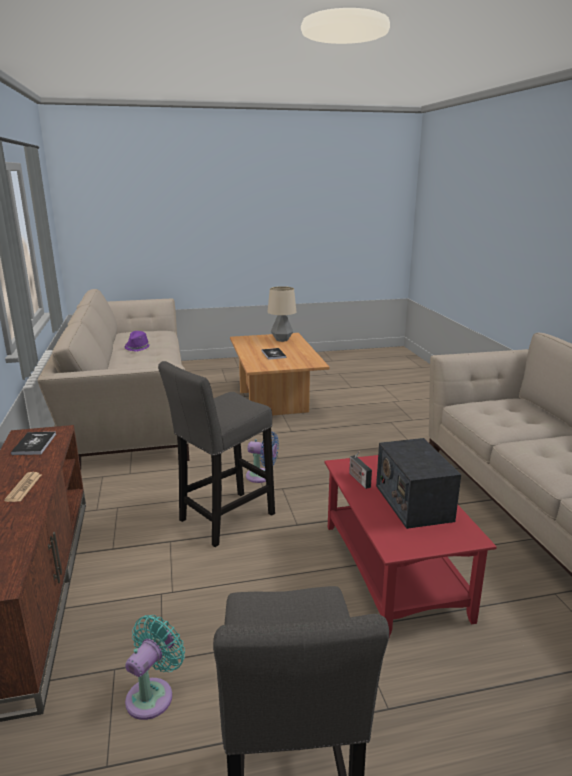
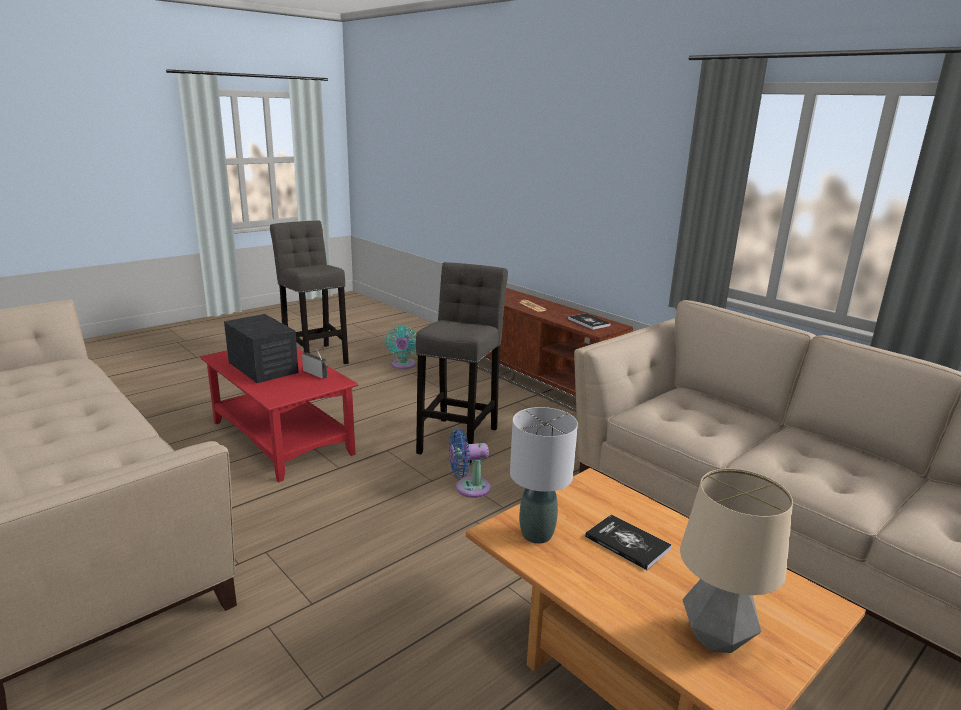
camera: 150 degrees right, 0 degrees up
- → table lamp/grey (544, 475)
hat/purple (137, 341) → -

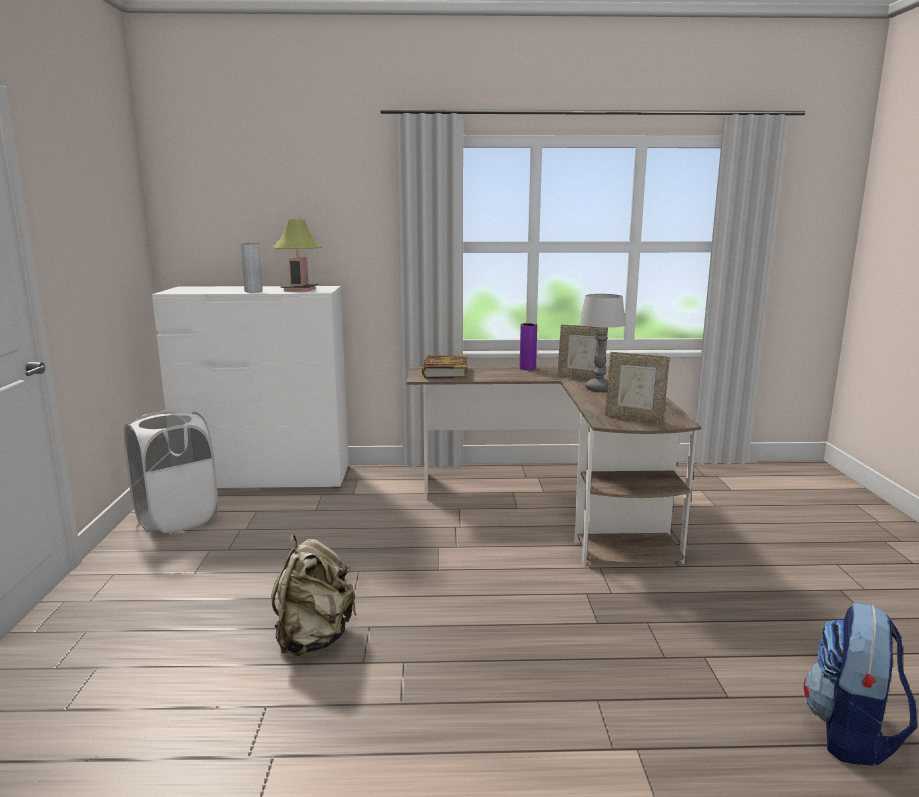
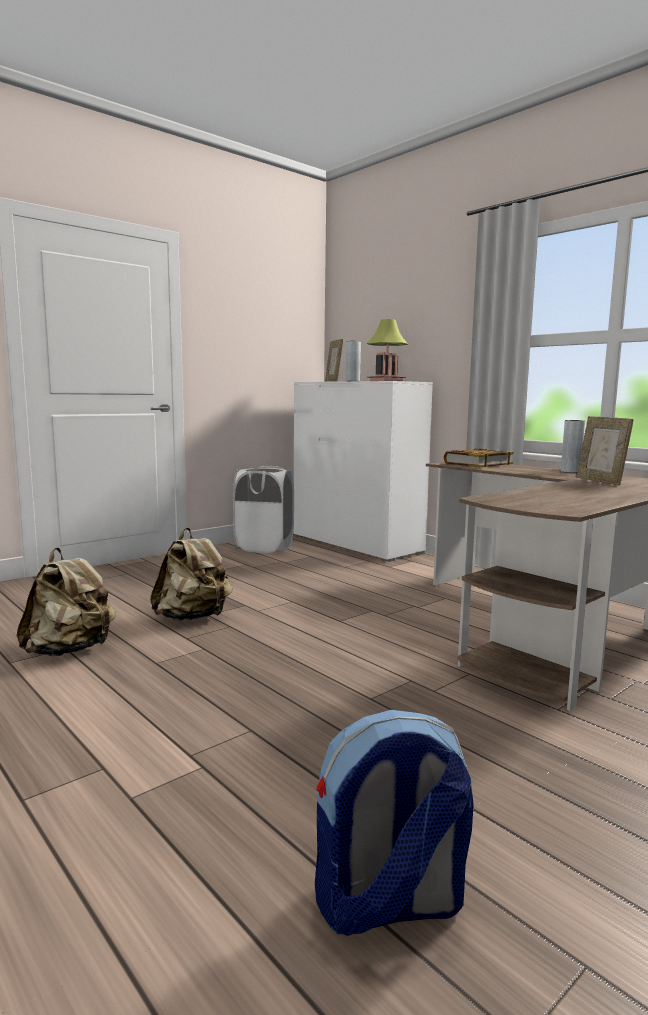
camera: 50 degrees right, 5 degrees down
- → backpack/beige (66, 602)
picture frame (637, 387) → picture frame (334, 360), moved
vase/purple (528, 346) → vase/grey (573, 446)
table lamp (602, 342) → -

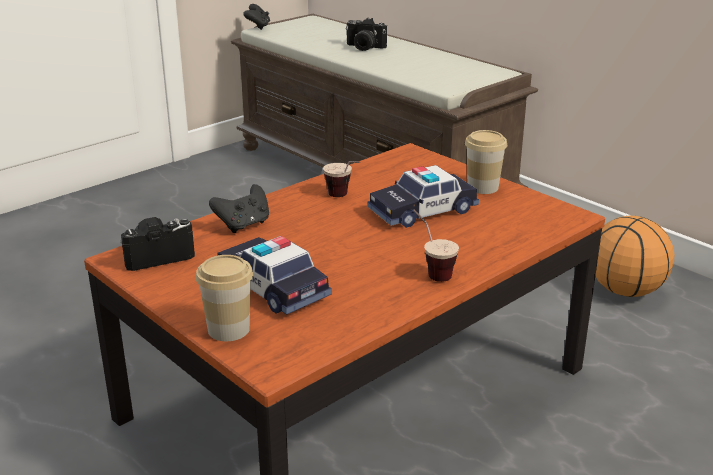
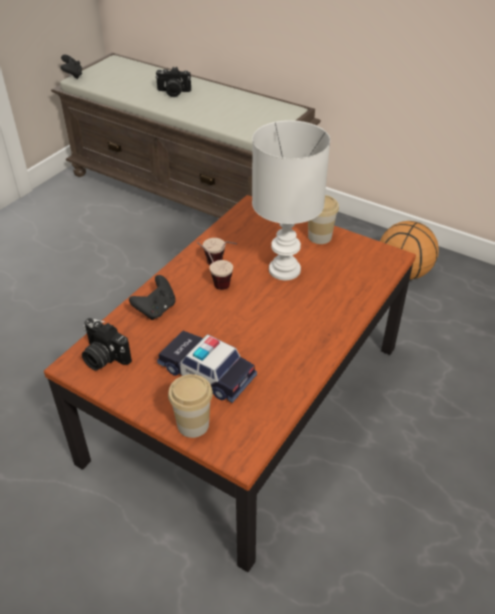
camera: 15 degrees left, 15 degrees up
photo camera (157, 244) → photo camera (107, 344), 105 degrees counterclockwise
cup (436, 246) → cup (215, 266), moved
toy car (423, 196) → table lamp/white (291, 200)

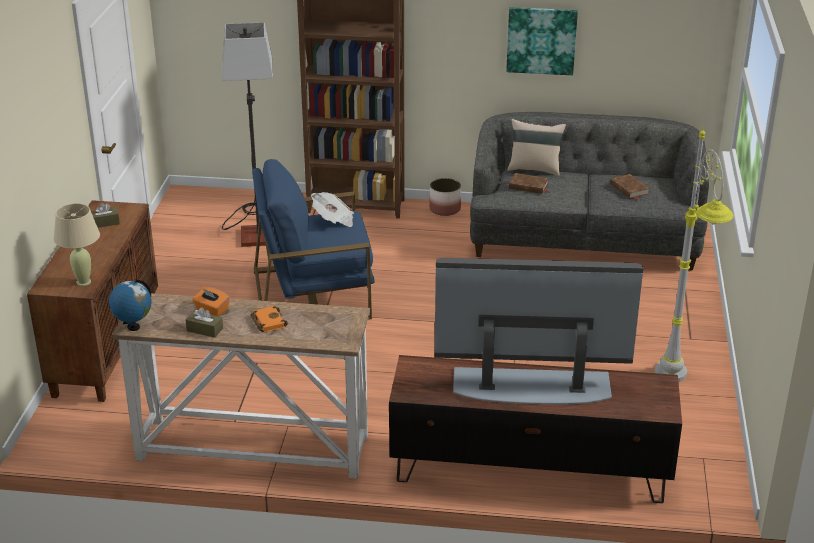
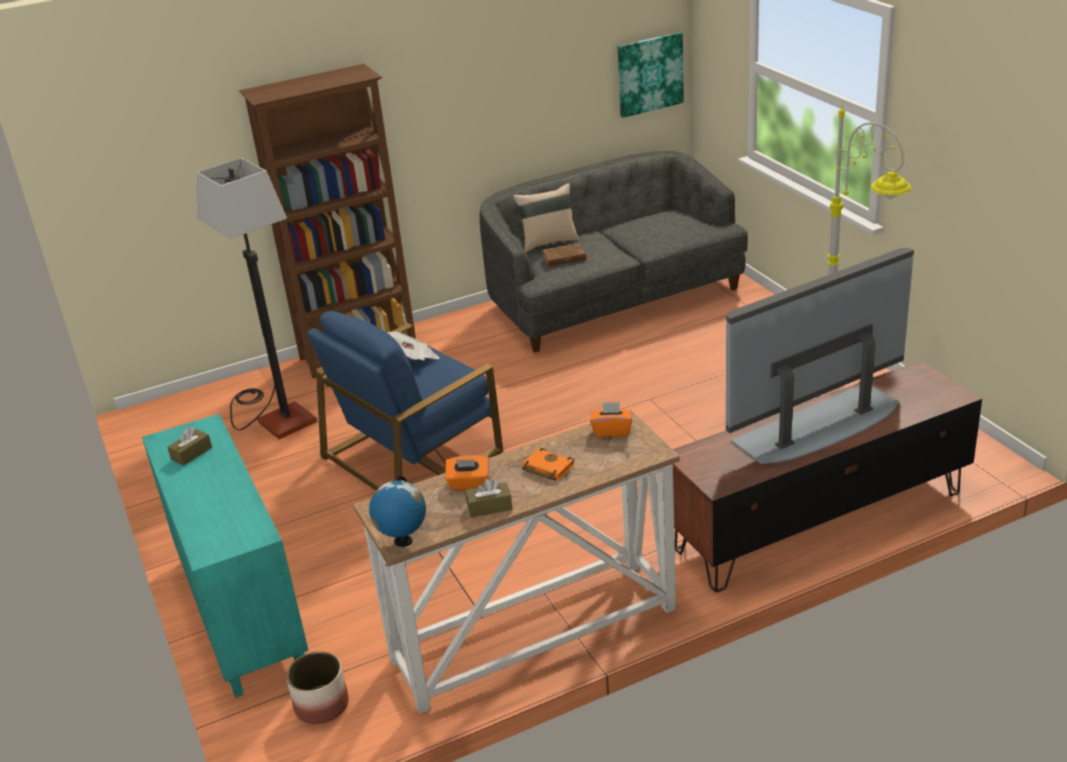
camera: 30 degrees left, 0 degrees up
cabinet/brown (92, 301) → cabinet/turquoise (225, 556)
planter (445, 197) → planter (317, 687), moved
- → tissue box/orange (611, 419)
picture (542, 41) → picture (651, 75), moved
table lamp/beige (76, 244) → -
book/brown (630, 187) → -

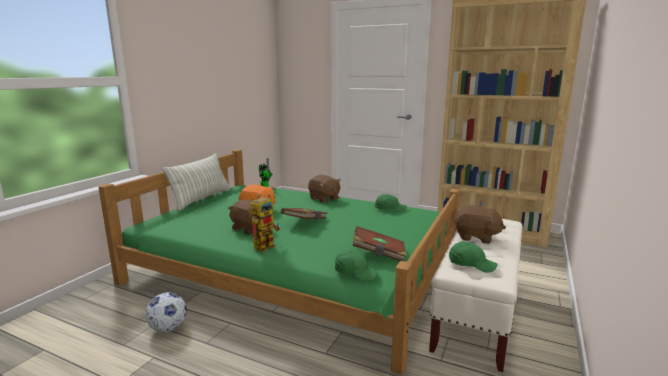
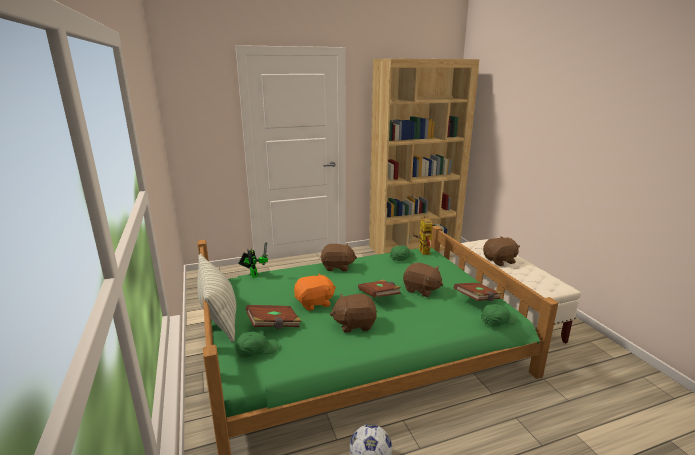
camera: 45 degrees left, 5 degrees up
cap/green (473, 257) → cap/green (257, 344), moved
- → book/brown (273, 317)
- → plush toy/brown (423, 280)
toy robot (265, 223) → toy robot (423, 235), moved

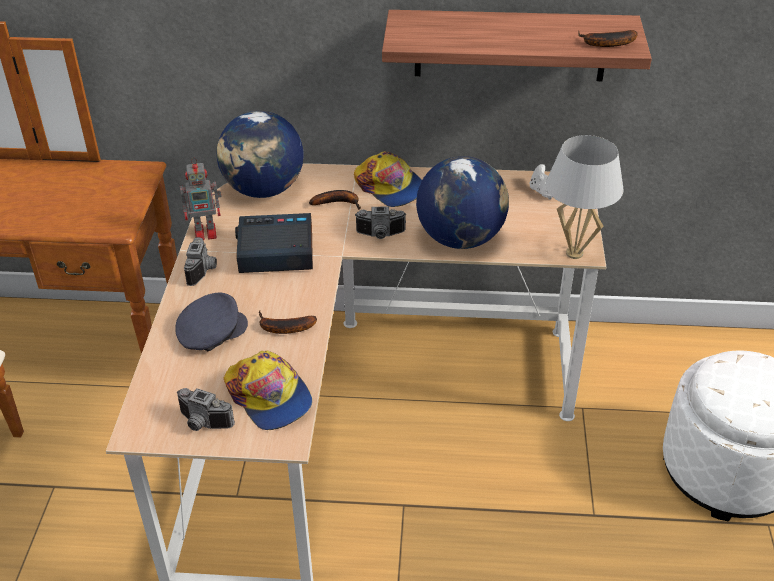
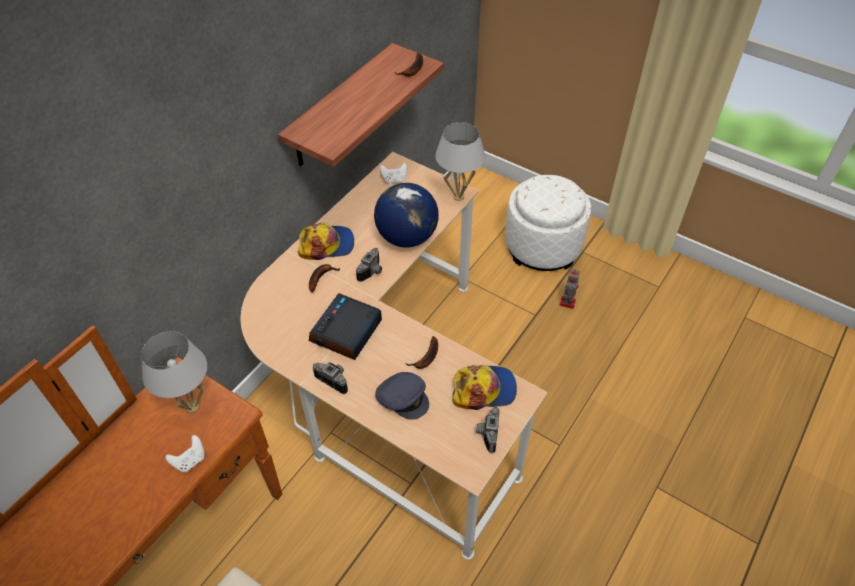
camera: 60 degrees left, 10 degrees up
- → table lamp/white (174, 372)
- → game controller/white (185, 453)
cap/grey (211, 322) → cap/grey (402, 396), 135 degrees clockwise
photo camera (206, 409) → photo camera (488, 429), 135 degrees clockwise
toy robot (200, 199) → toy robot (570, 288), moved
globe (260, 154) → -

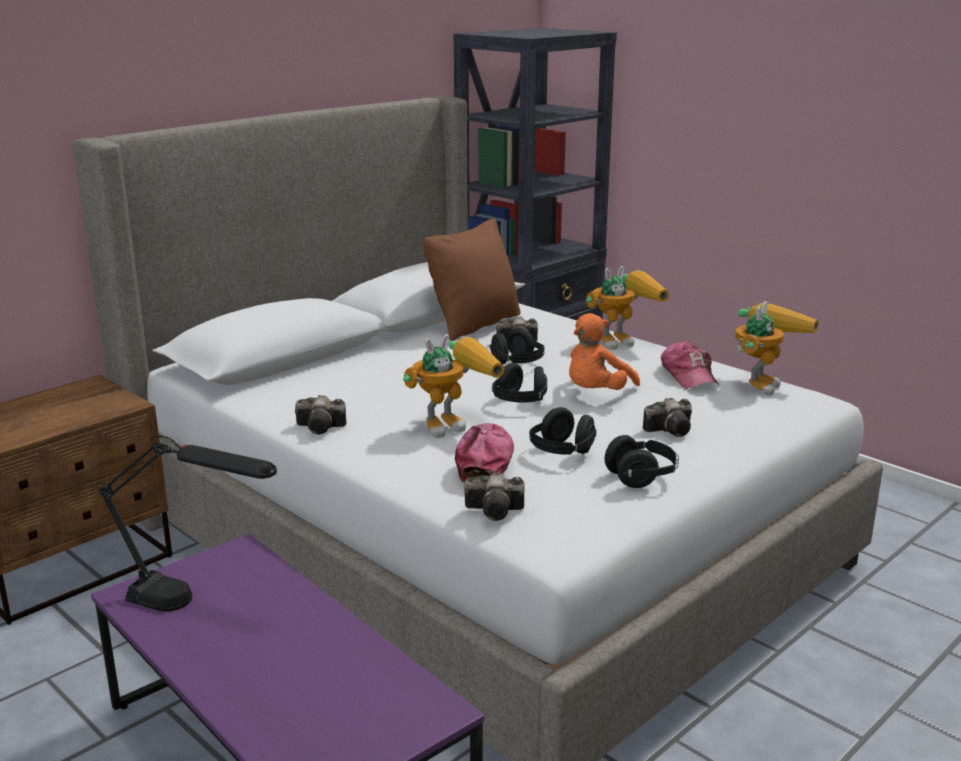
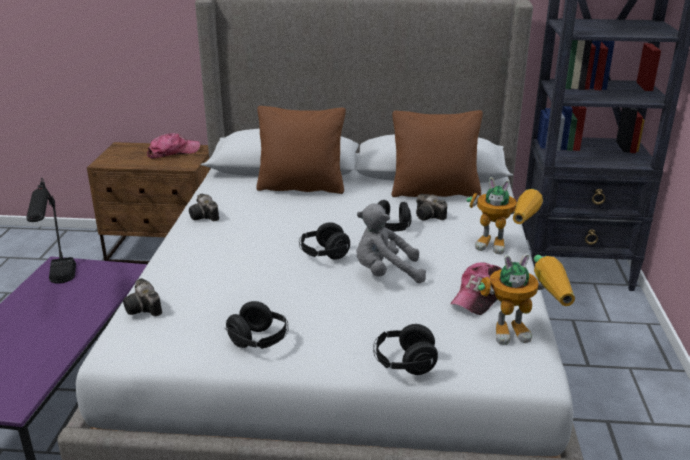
camera: 50 degrees right, 5 degrees up
cap (484, 453) → cap (173, 146), moved
- → pillow/brown (301, 150)
plush toy/orange (604, 351) → plush toy/grey (391, 243)
headphones/black (562, 431) → headphones/black (405, 349), moved
toy robot (454, 386) → -
photo camera (667, 417) → -

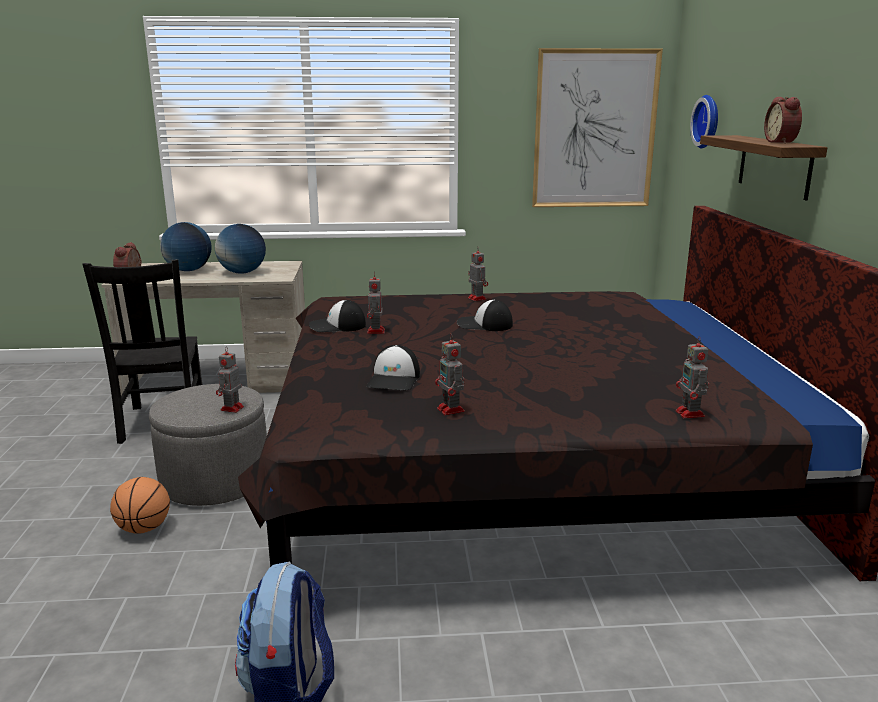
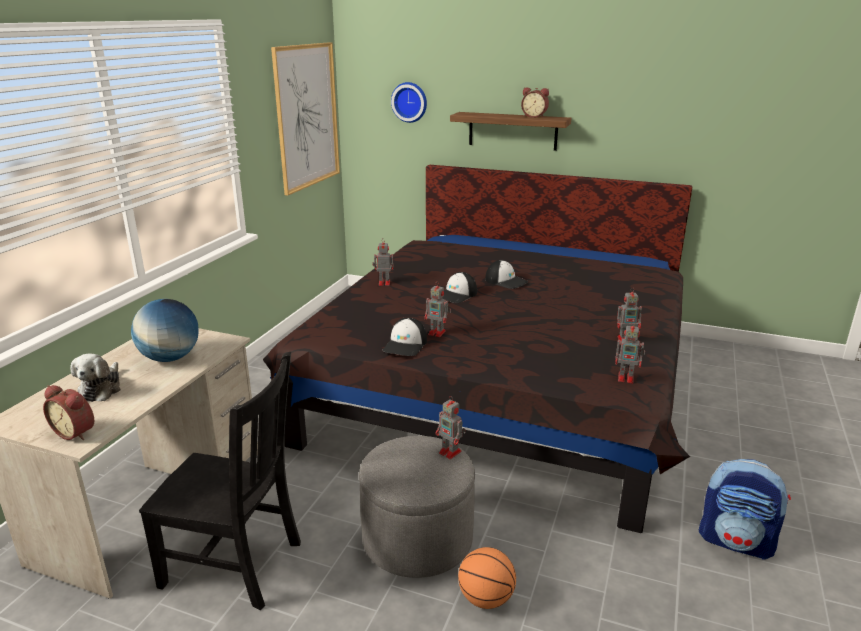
camera: 65 degrees left, 5 degrees up
globe (186, 246) → plush toy (95, 377)
cap (393, 367) → cap (506, 274), moved
toy robot (692, 377) → toy robot (630, 352), moved

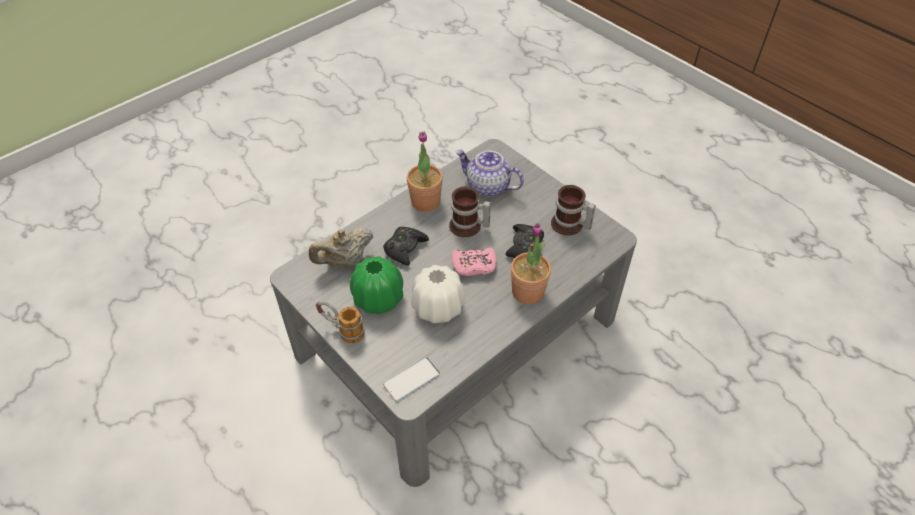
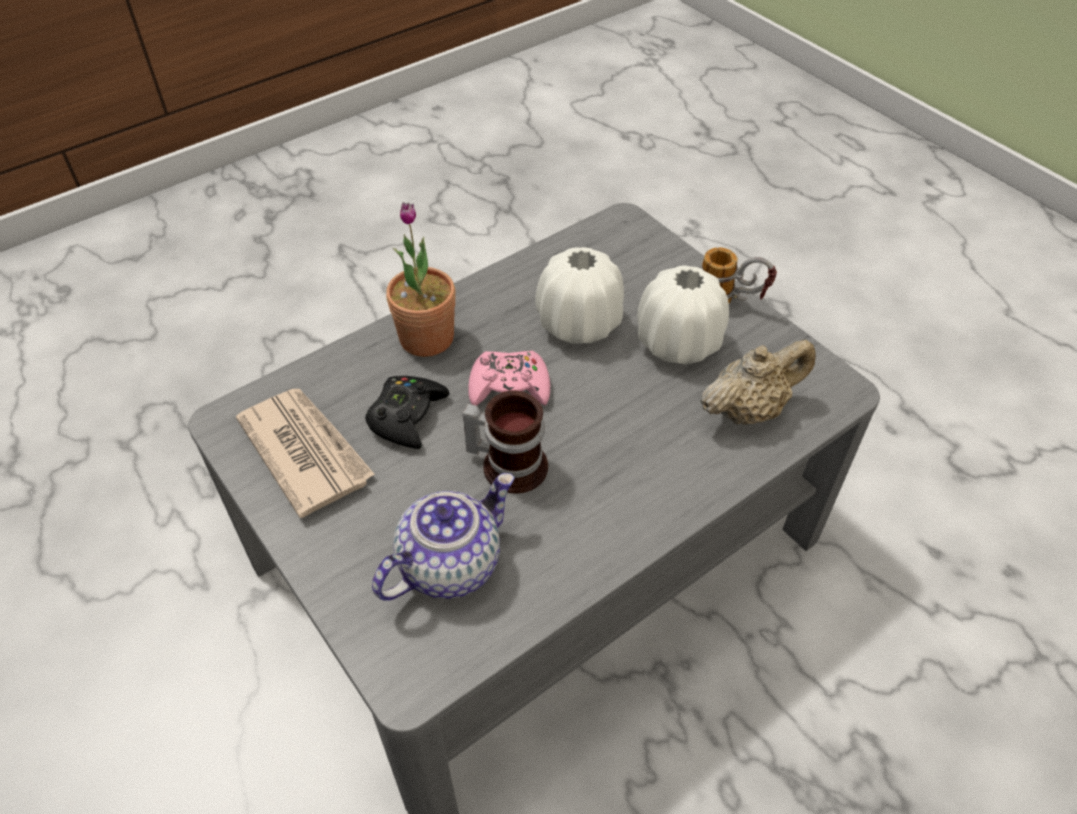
camera: 175 degrees left, 0 degrees up
mug (573, 210) → newspaper (305, 453)
teapot (490, 173) → teapot (443, 537), 75 degrees counterclockwise
vase/green (376, 285) → vase/white (683, 315)
game controller/black (406, 246) → -
phone (411, 379) → -
potted plant (425, 171) → -

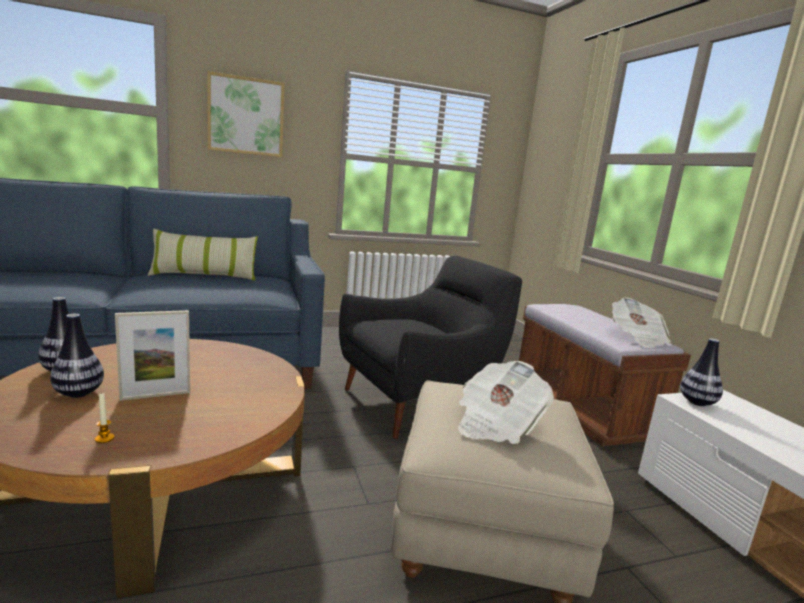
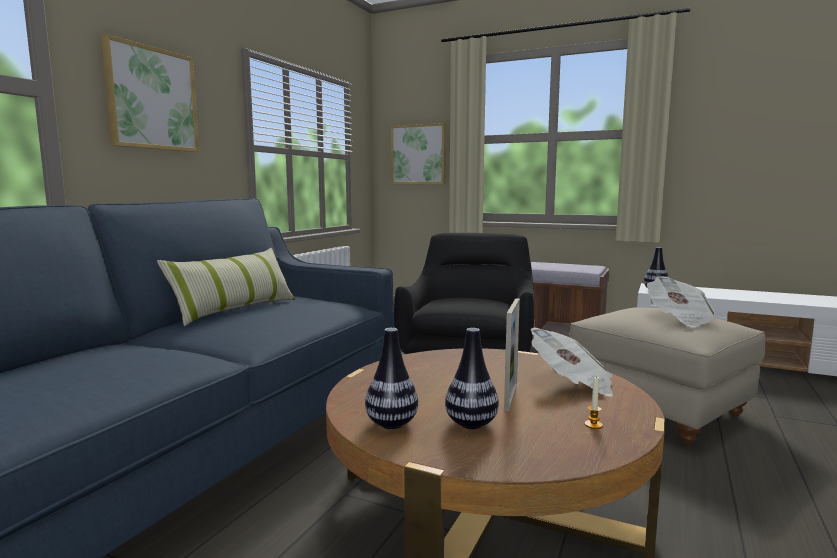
camera: 45 degrees left, 5 degrees down
- → picture (418, 153)
newspaper (641, 322) → newspaper (572, 362), moved

